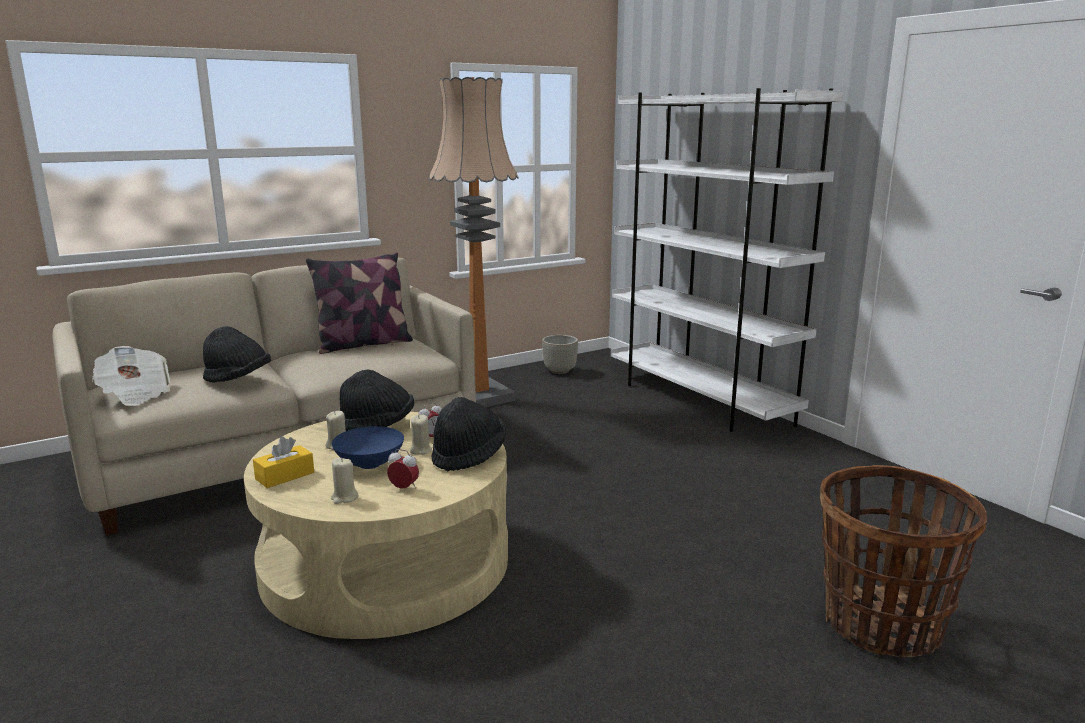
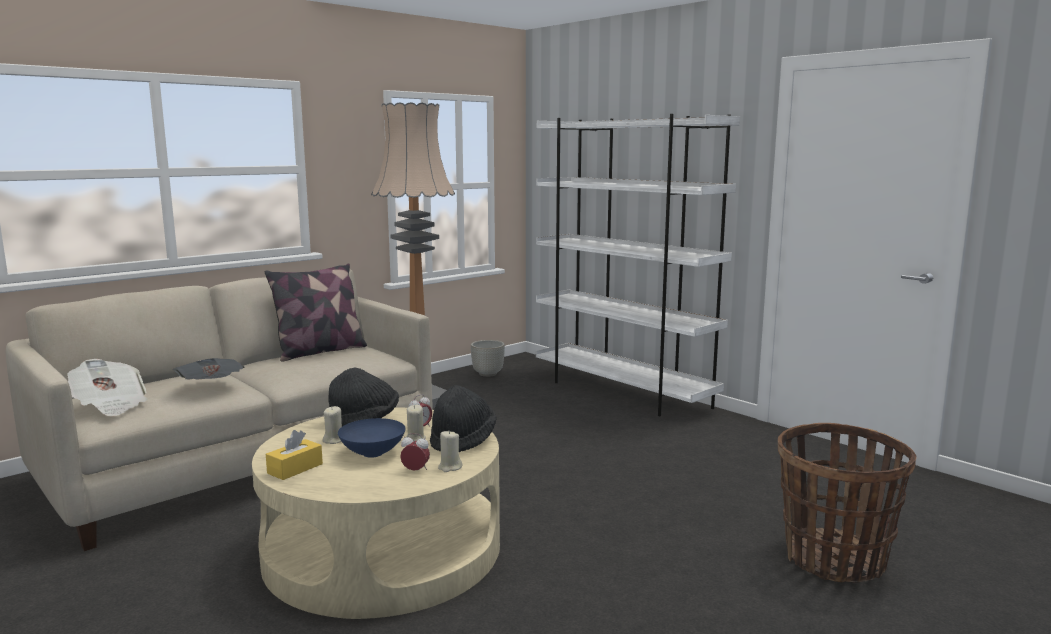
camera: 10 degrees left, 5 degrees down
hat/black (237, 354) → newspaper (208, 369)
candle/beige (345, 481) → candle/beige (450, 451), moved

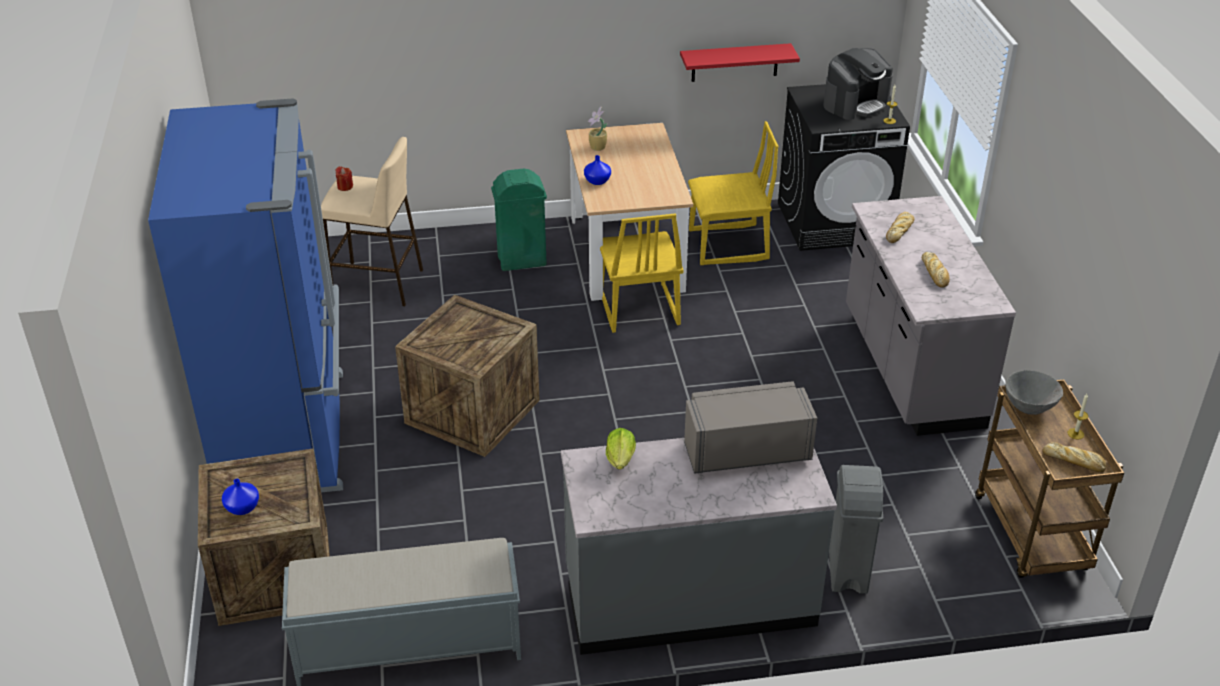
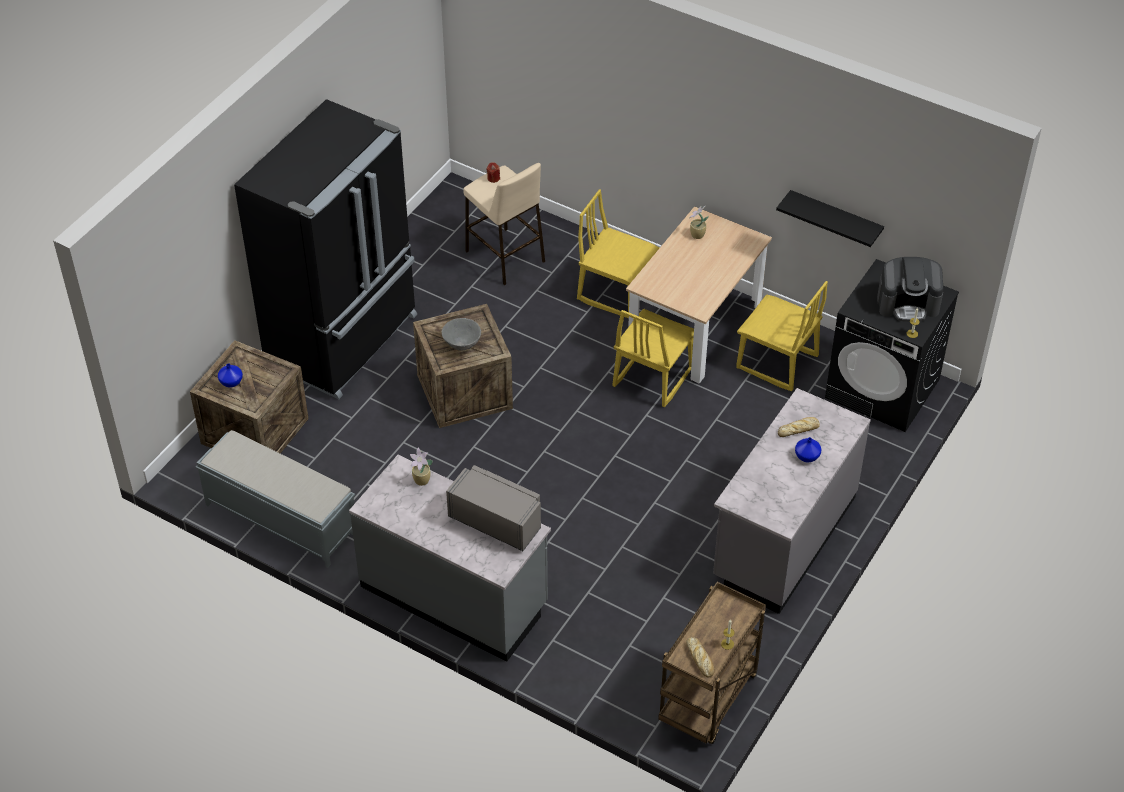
camera: 40 degrees right, 10 degrees up
fridge/blue (245, 295) → fridge/black (325, 249)
lettuce (621, 449) → potted plant (421, 466)
bowl/grey (1034, 392) → bowl/grey (461, 334), moved
trash can/green (519, 219) → chair/yellow (618, 254)
shelf/red (740, 62) → shelf/black (830, 218)
vase/blue (597, 170) → vase/blue (808, 450), moved
trash can/grey (856, 529) → -
bread (936, 270) → -

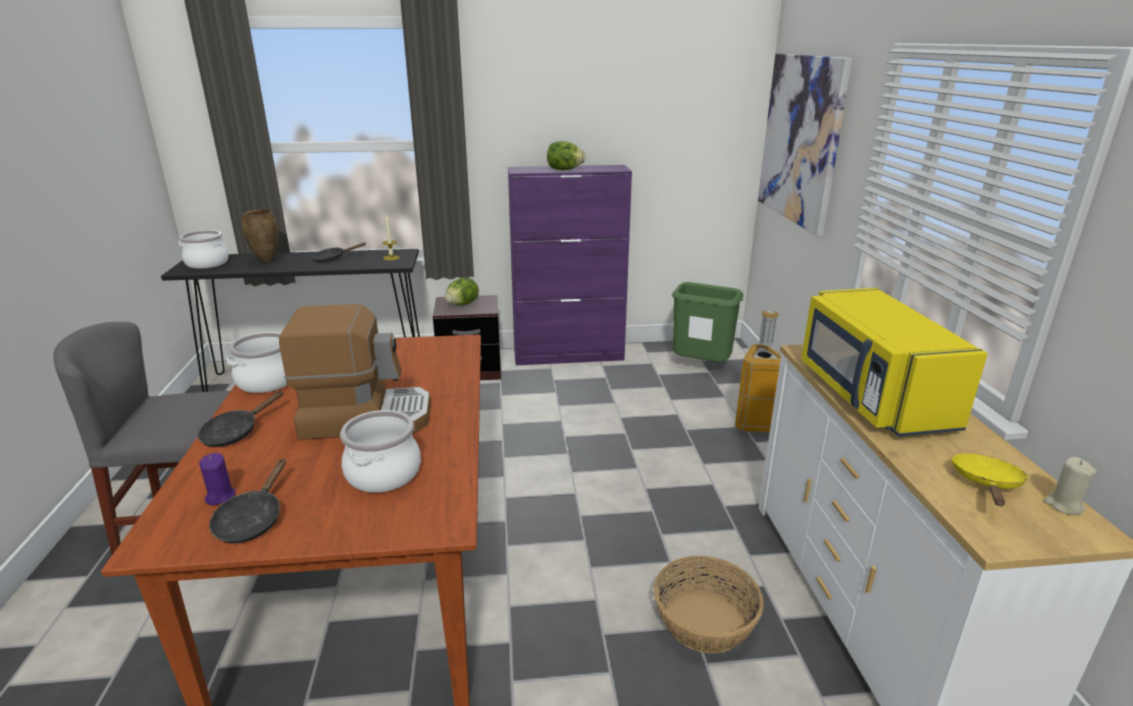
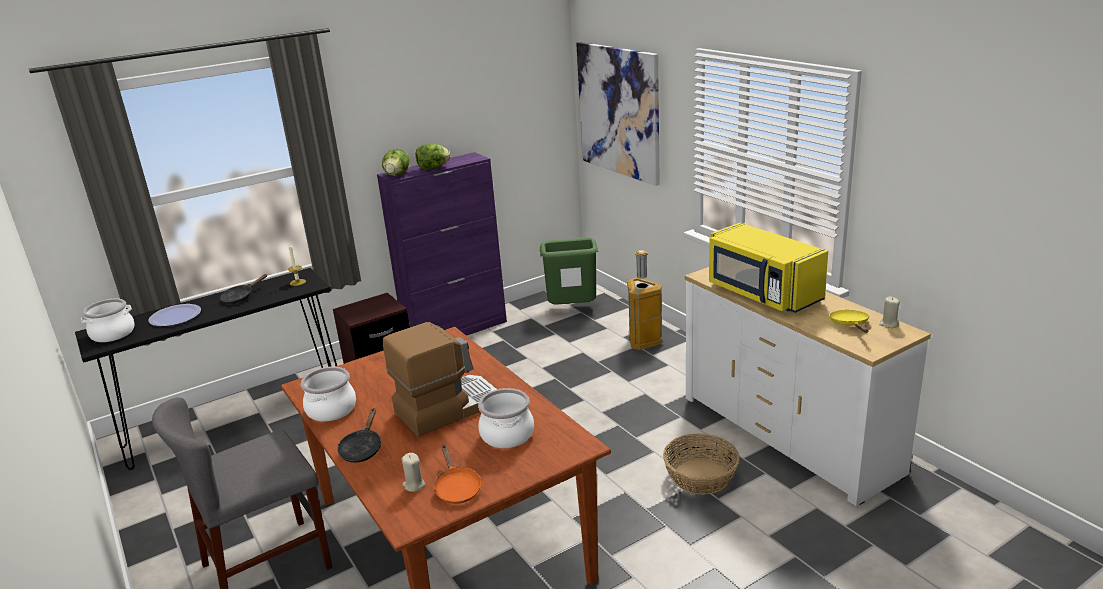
camera: 25 degrees left, 0 degrees up
vase/brown (259, 236) → plate (175, 315)
lettuce (462, 292) → lettuce (396, 162), moved
candle/purple (217, 479) → candle/beige (413, 472)
frying pan/black (247, 500) → frying pan/orange (457, 474)

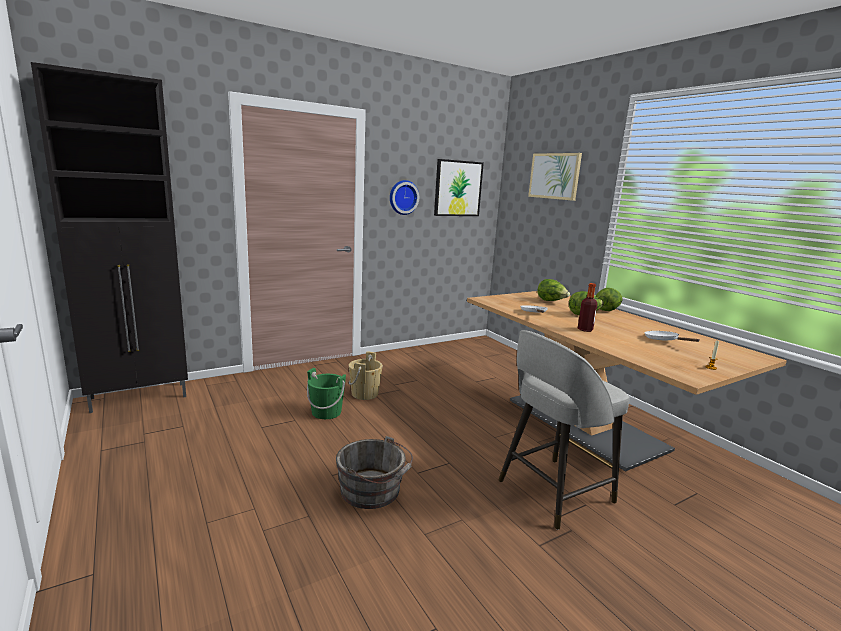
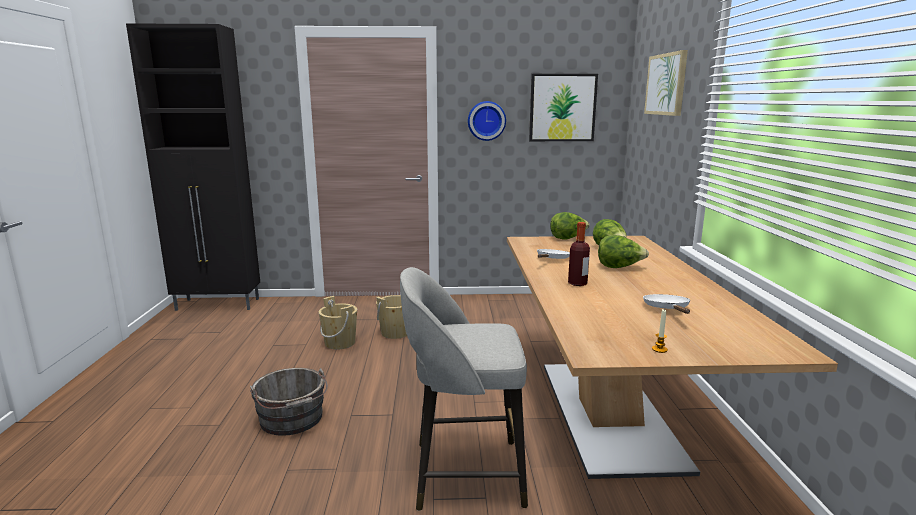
camera: 30 degrees right, 0 degrees up
bucket/green (326, 393) → bucket/beige (338, 322)
lettuce (609, 299) → lettuce (570, 225), moved

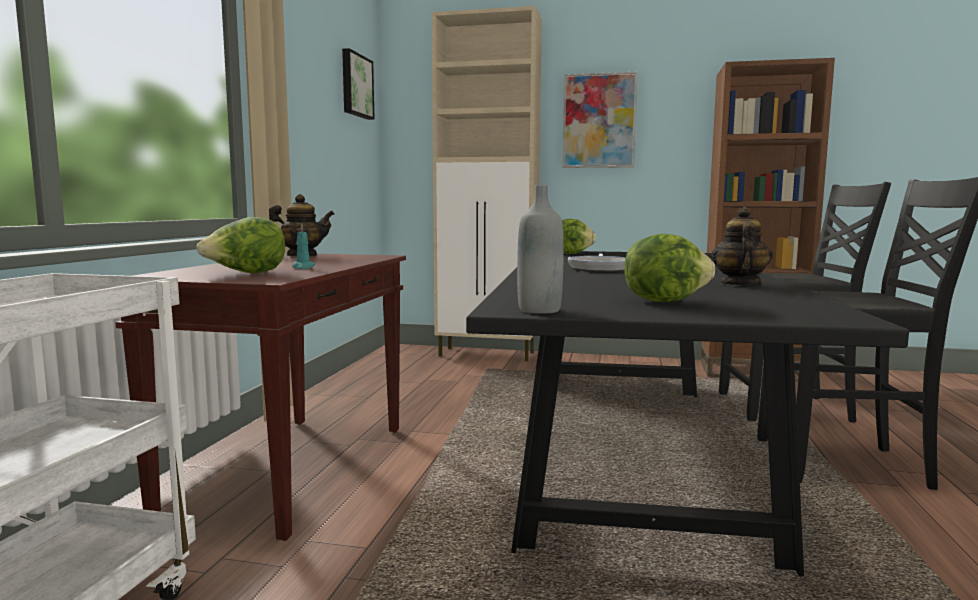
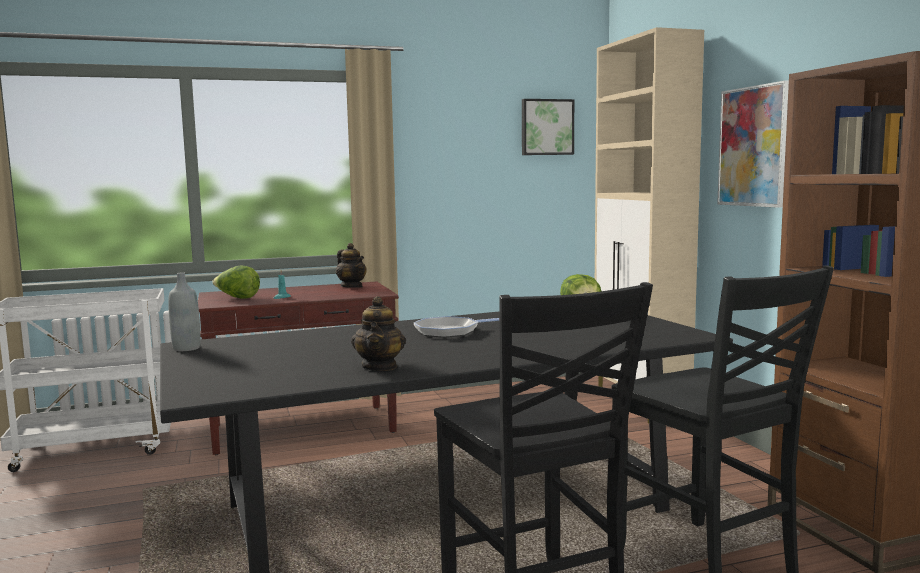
camera: 60 degrees right, 0 degrees up
teapot (742, 246) → teapot (378, 333), 105 degrees clockwise
lettuce (669, 268) → -

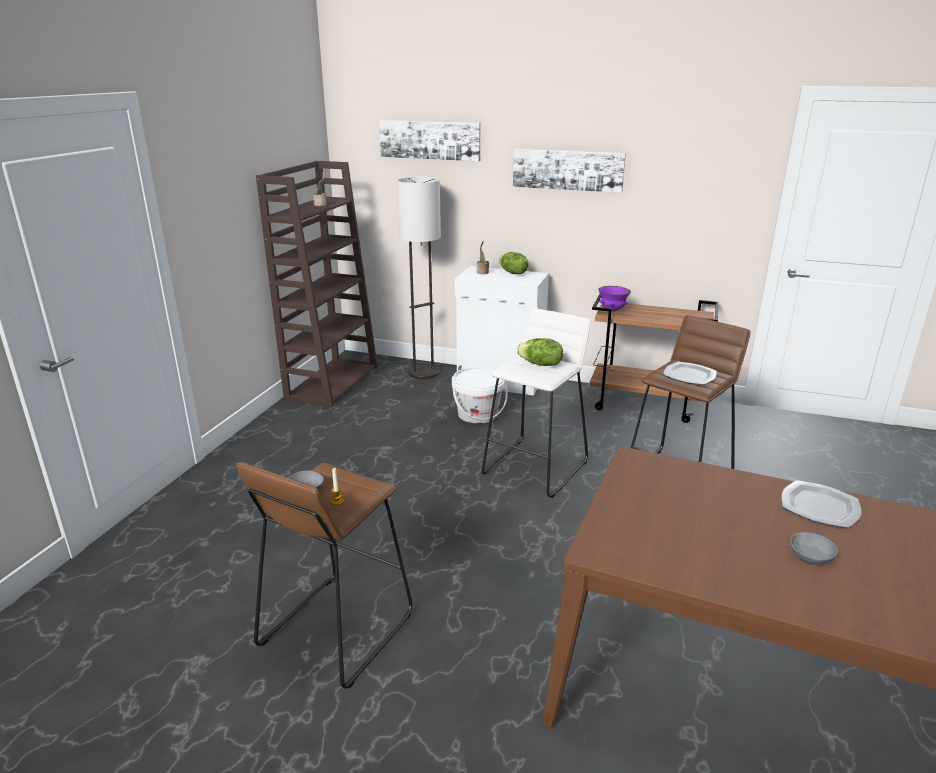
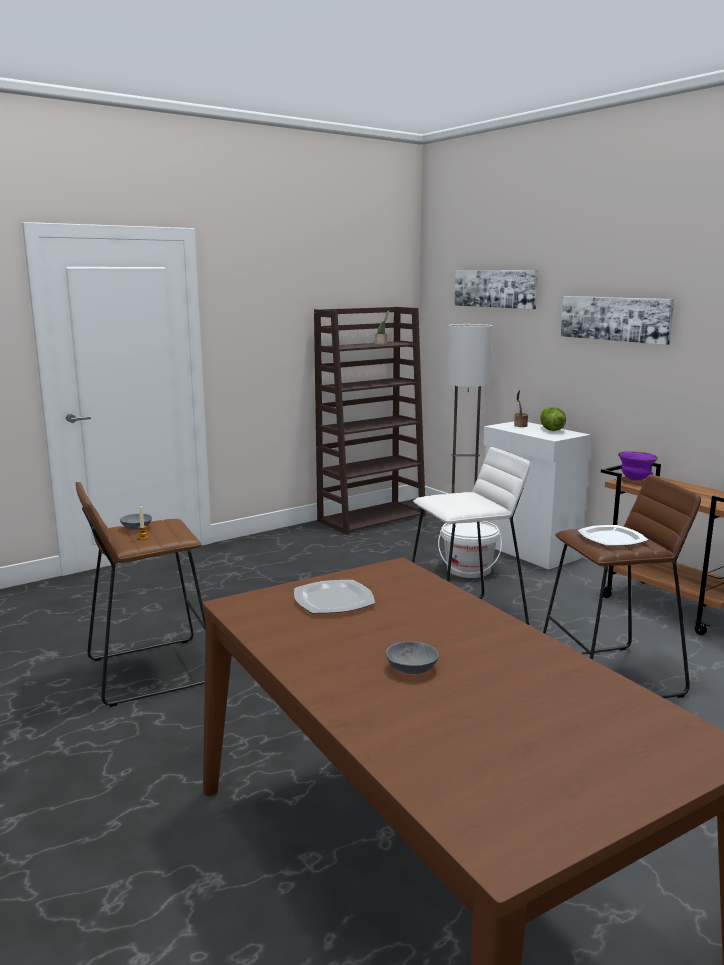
camera: 35 degrees right, 10 degrees down
plate (821, 504) → plate (334, 596), moved
lettuce (540, 352) → -

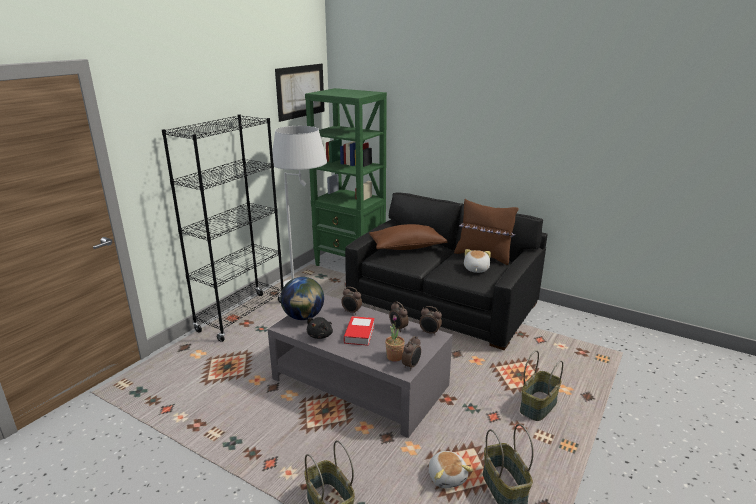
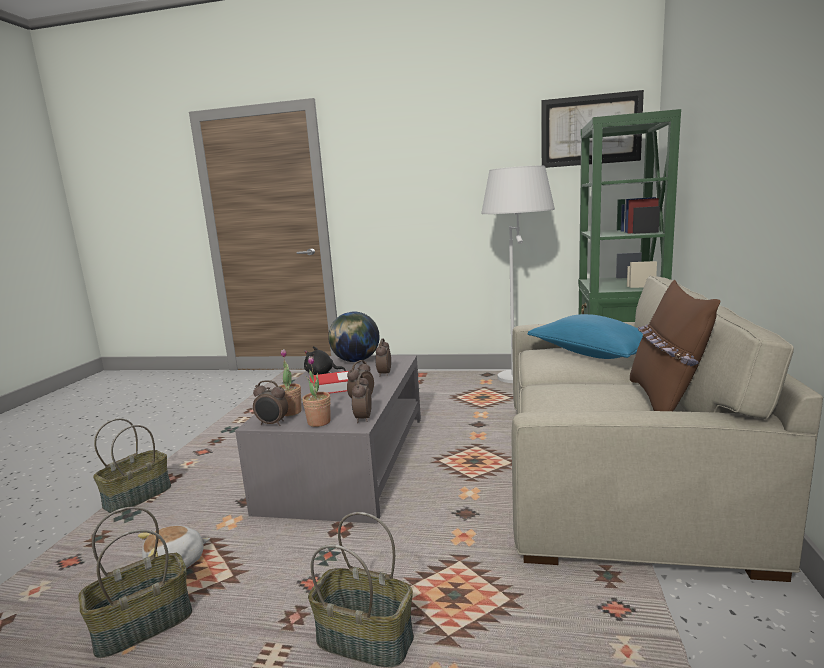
camera: 70 degrees right, 10 degrees down
- → potted plant (316, 391)
sofa/black (446, 271) → sofa/beige (667, 429)
pillow/brown (408, 237) → pillow/blue (585, 336)
bookcase/black (223, 228) → -
plush toy (477, 261) → -

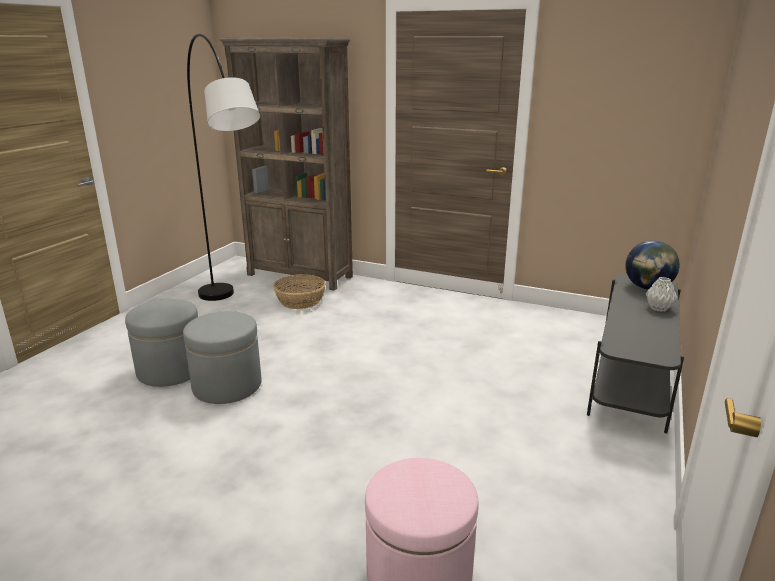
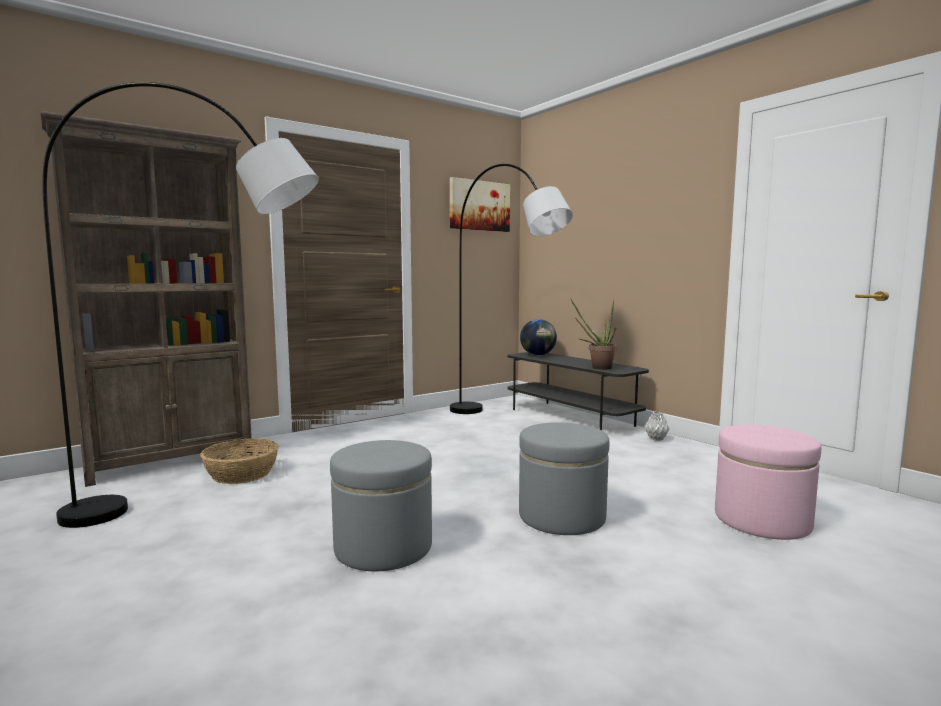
camera: 60 degrees left, 15 degrees down
- → floor lamp/grey (511, 289)
- → picture (480, 204)
ottoman/grey (161, 343) → ottoman/grey (564, 478), moved
- → potted plant (593, 334)
vase/grey (661, 294) → vase/grey (657, 426), moved

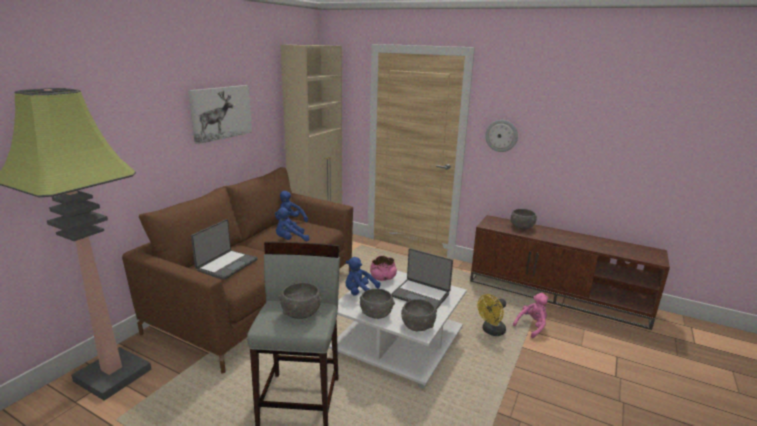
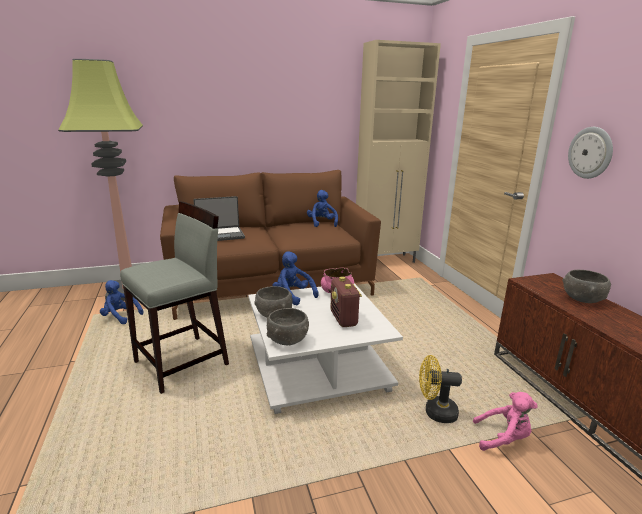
camera: 45 degrees right, 0 degrees up
plush toy/blue (292, 224) → plush toy/blue (121, 302), moved
laptop (422, 278) → radio (346, 302)
picture (220, 114) → -
bowl/grey (300, 300) → -

